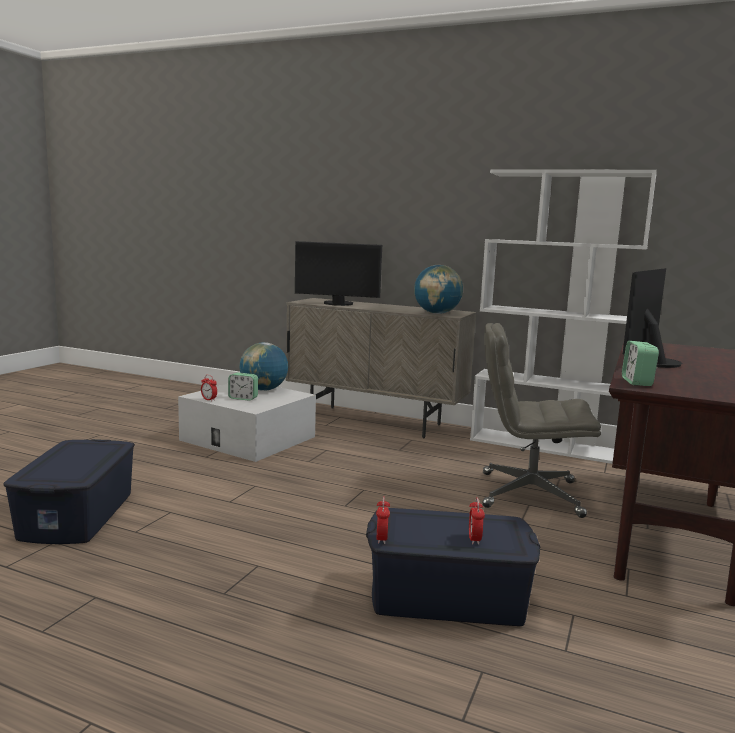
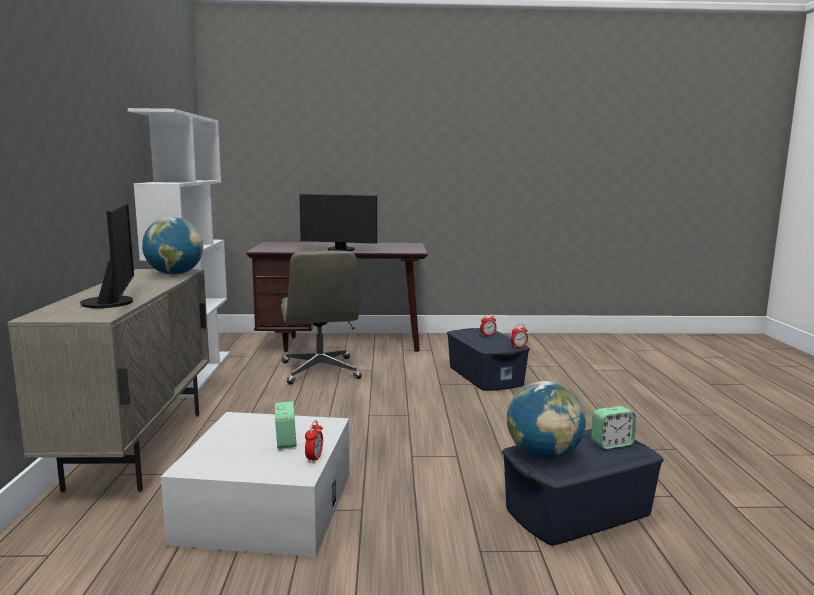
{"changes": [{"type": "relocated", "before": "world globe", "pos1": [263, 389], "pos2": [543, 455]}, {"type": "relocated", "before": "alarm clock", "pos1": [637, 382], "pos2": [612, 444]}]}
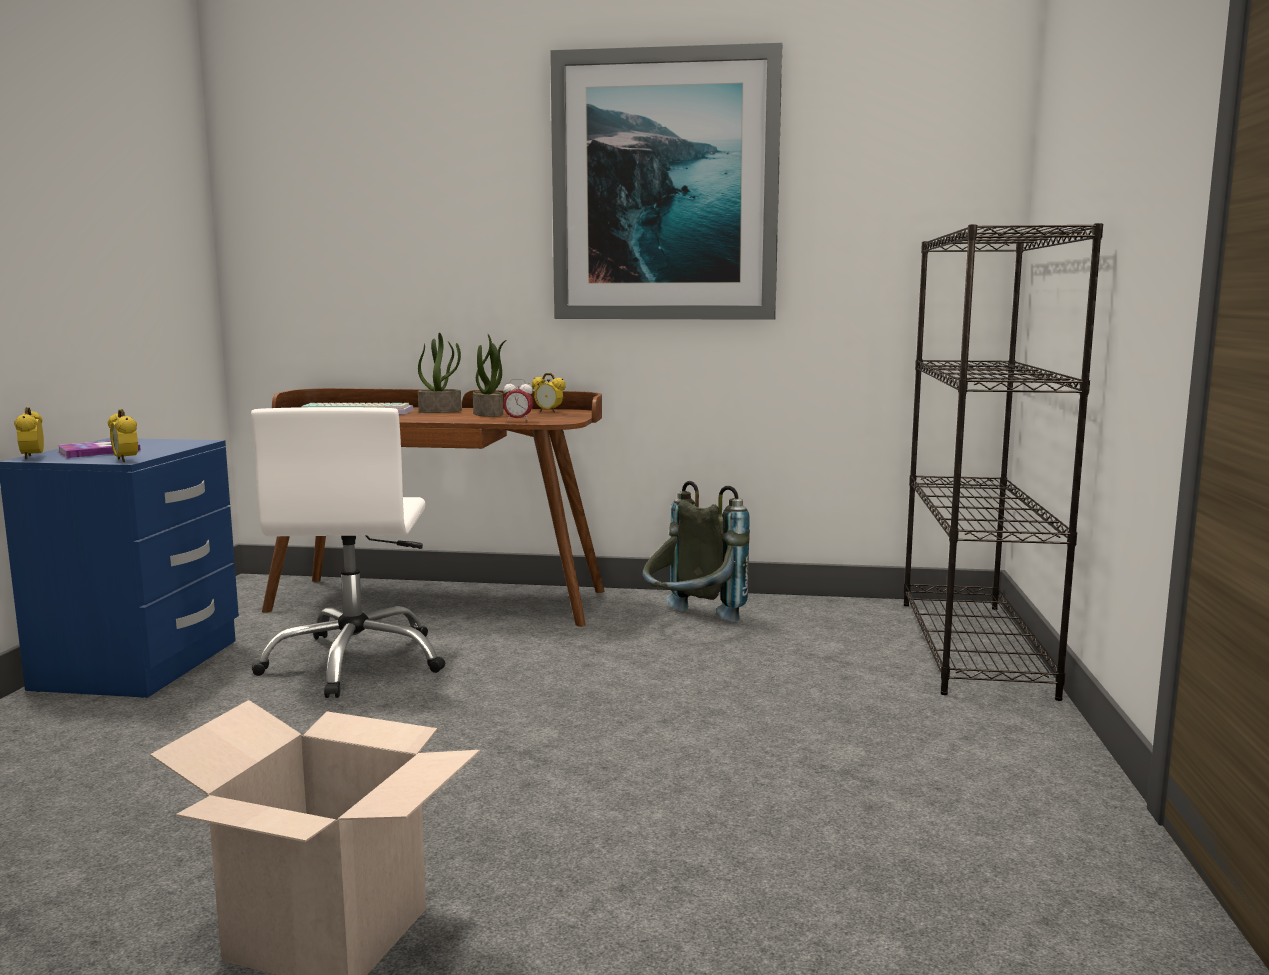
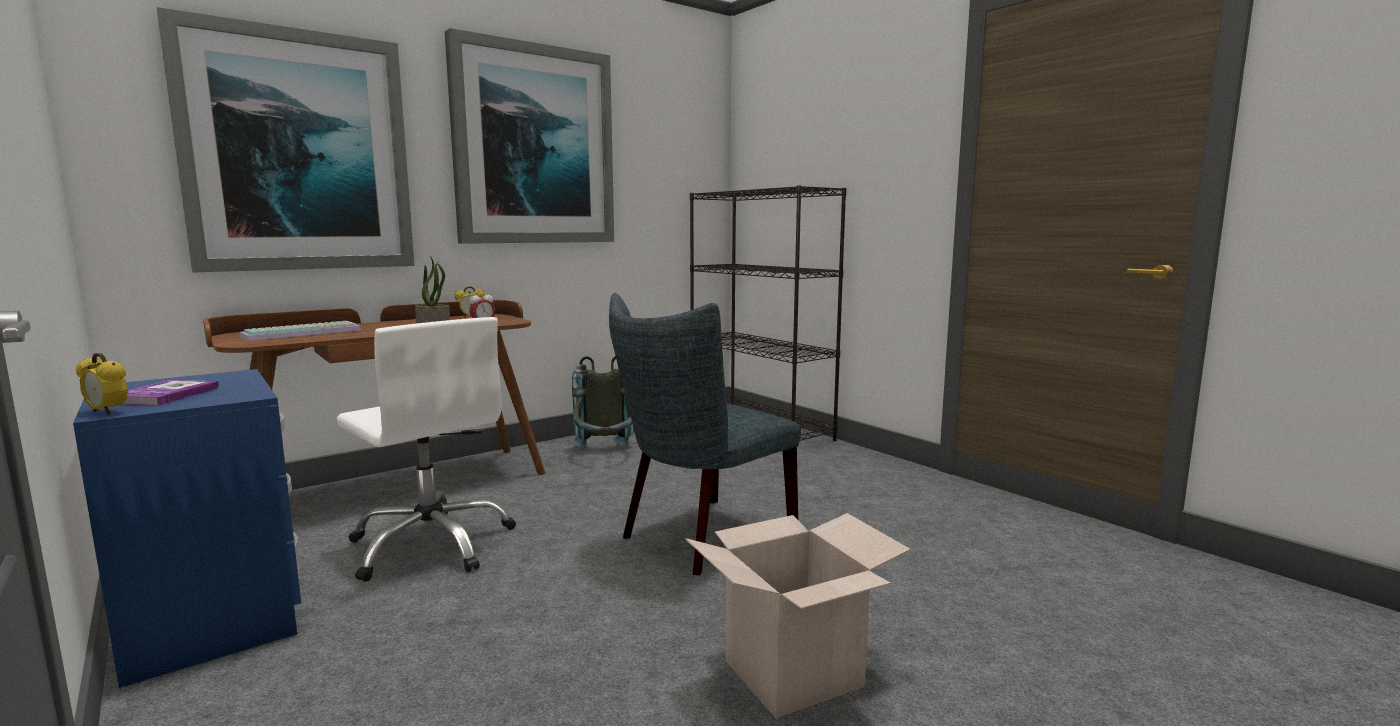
{"changes": [{"type": "missing", "before": "alarm clock", "pos1": [125, 460]}, {"type": "missing", "before": "potted plant", "pos1": [440, 411]}, {"type": "appeared", "after": "picture", "pos2": [298, 153]}, {"type": "appeared", "after": "greyish plain chair", "pos2": [700, 538]}]}
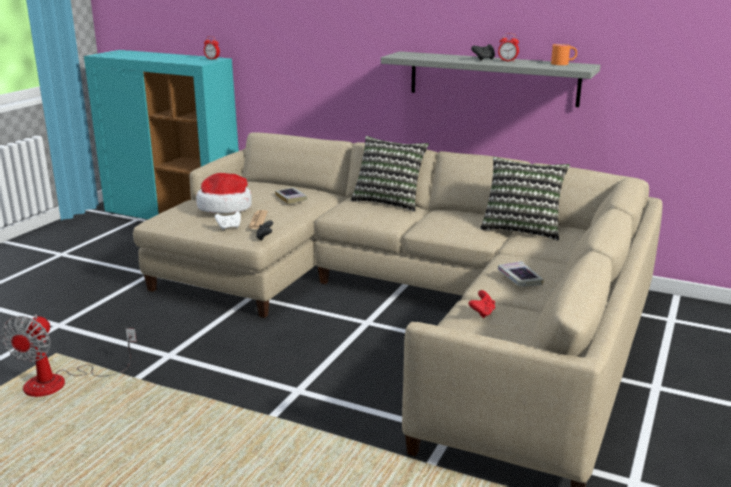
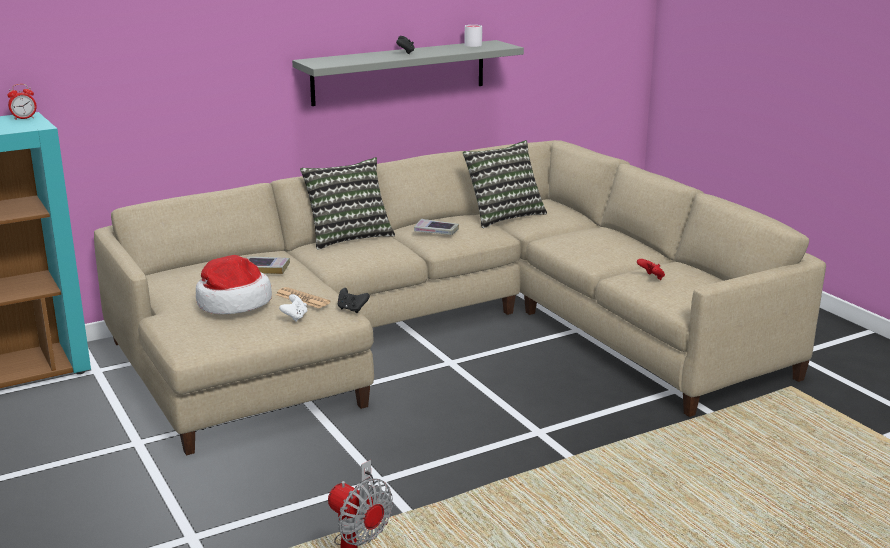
{"changes": [{"type": "missing", "before": "alarm clock", "pos1": [507, 61]}, {"type": "relocated", "before": "volume", "pos1": [519, 278], "pos2": [436, 231]}, {"type": "colour", "before": "orangey coffee mug", "after": "whitish coffee mug", "pos1": [563, 63], "pos2": [475, 44]}]}
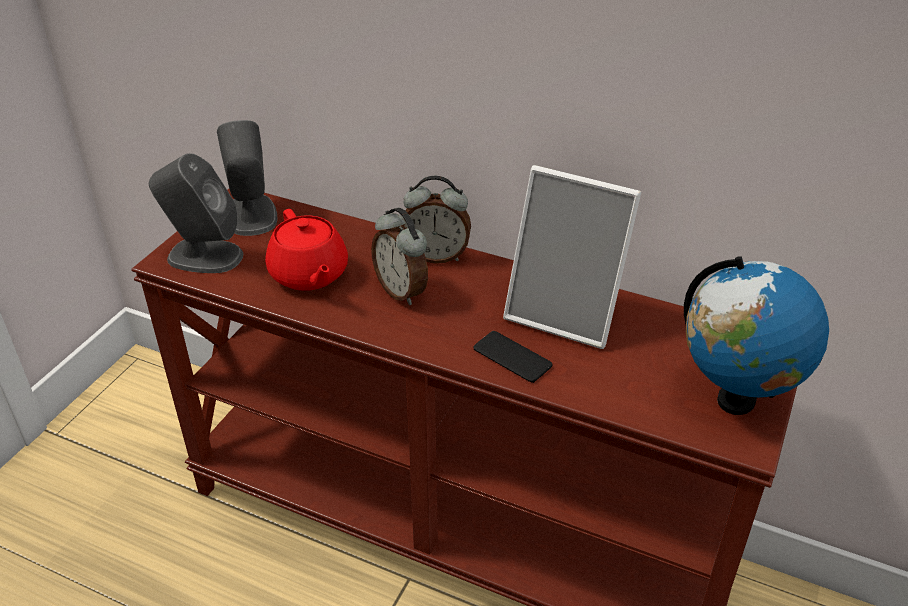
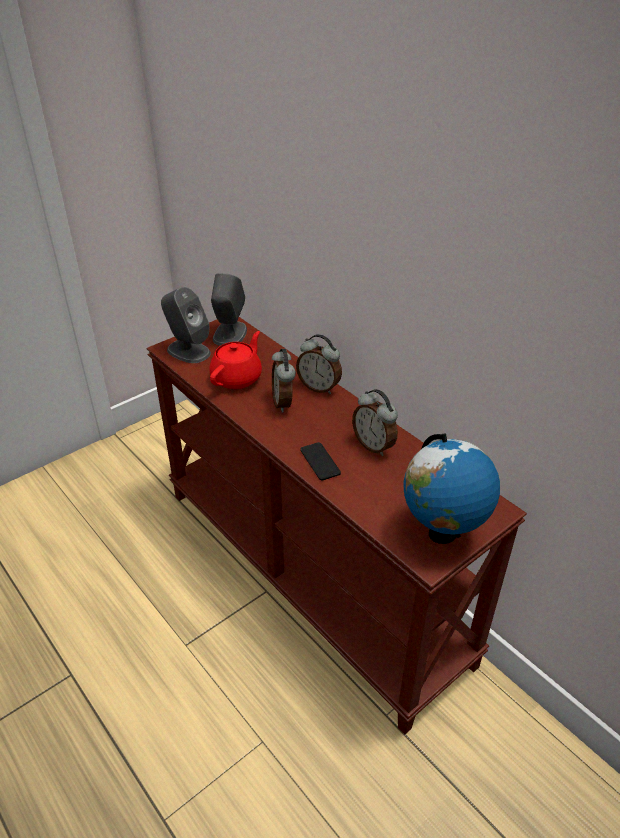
{"changes": [{"type": "exchanged", "before": "picture frame", "after": "alarm clock", "pos1": [566, 313], "pos2": [374, 445]}, {"type": "spun", "before": "reddish tea pot", "pos1": [309, 275], "pos2": [237, 378], "turn": -150}]}
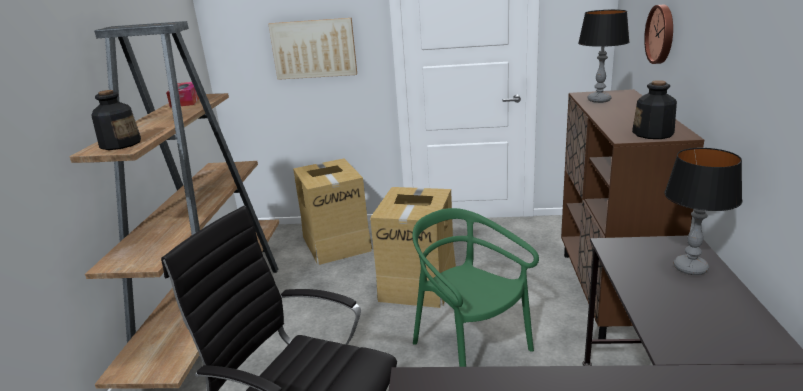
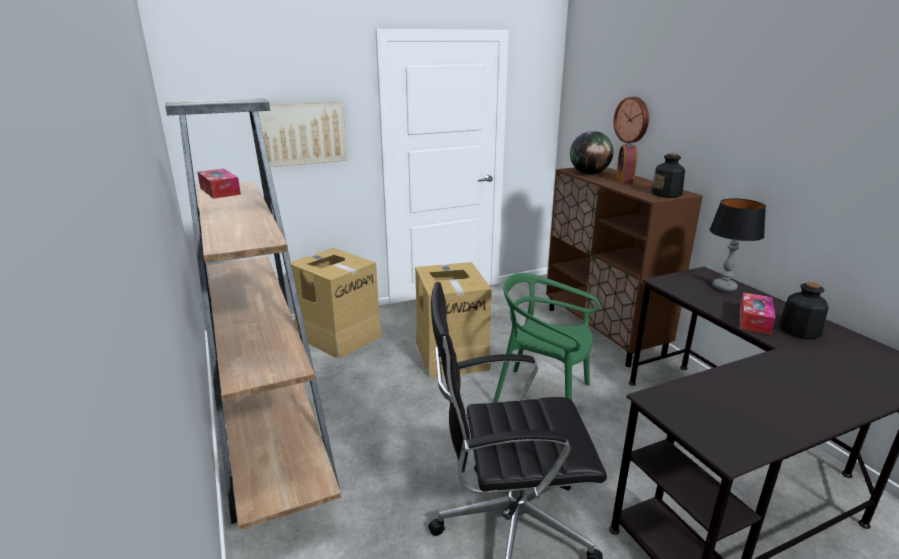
{"changes": [{"type": "appeared", "after": "alarm clock", "pos2": [624, 180]}, {"type": "appeared", "after": "tissue box", "pos2": [754, 320]}, {"type": "relocated", "before": "drink bottle", "pos1": [120, 144], "pos2": [799, 330]}, {"type": "exchanged", "before": "lamp for a table", "after": "world globe", "pos1": [599, 100], "pos2": [589, 173]}]}
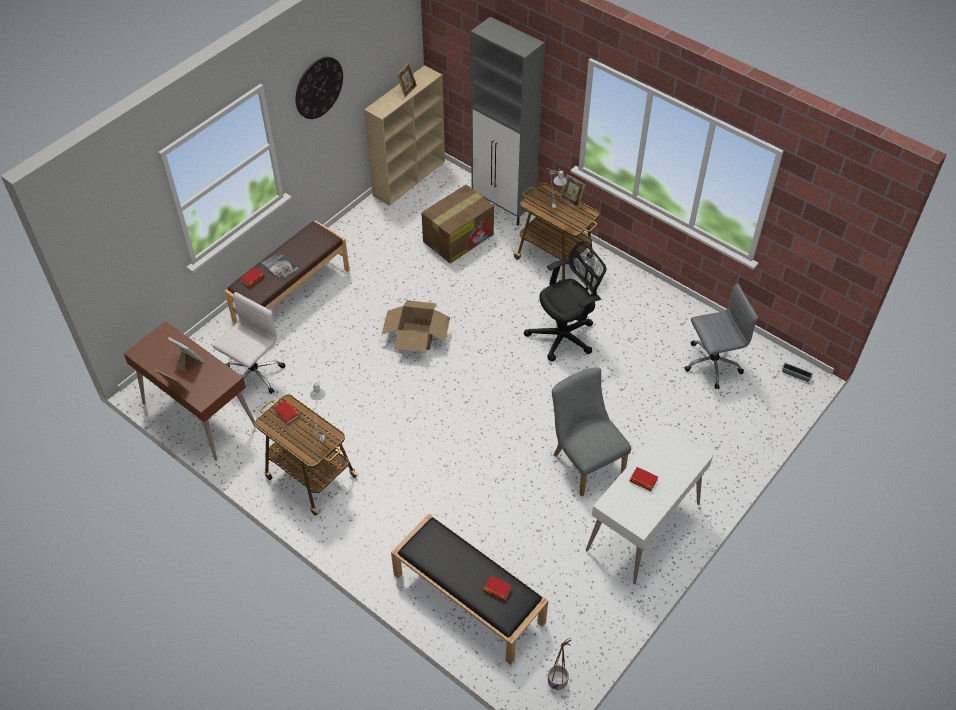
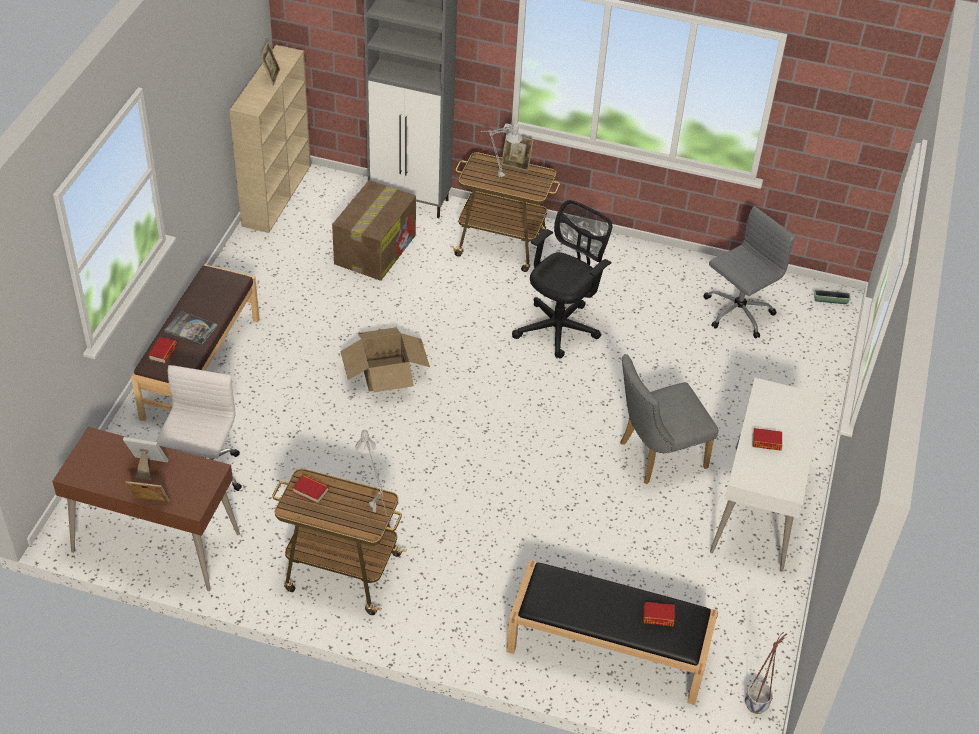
{"changes": [{"type": "missing", "before": "wall clock", "pos1": [318, 87]}, {"type": "spun", "before": "greyish plain chair", "pos1": [584, 461], "pos2": [656, 456], "turn": -60}]}
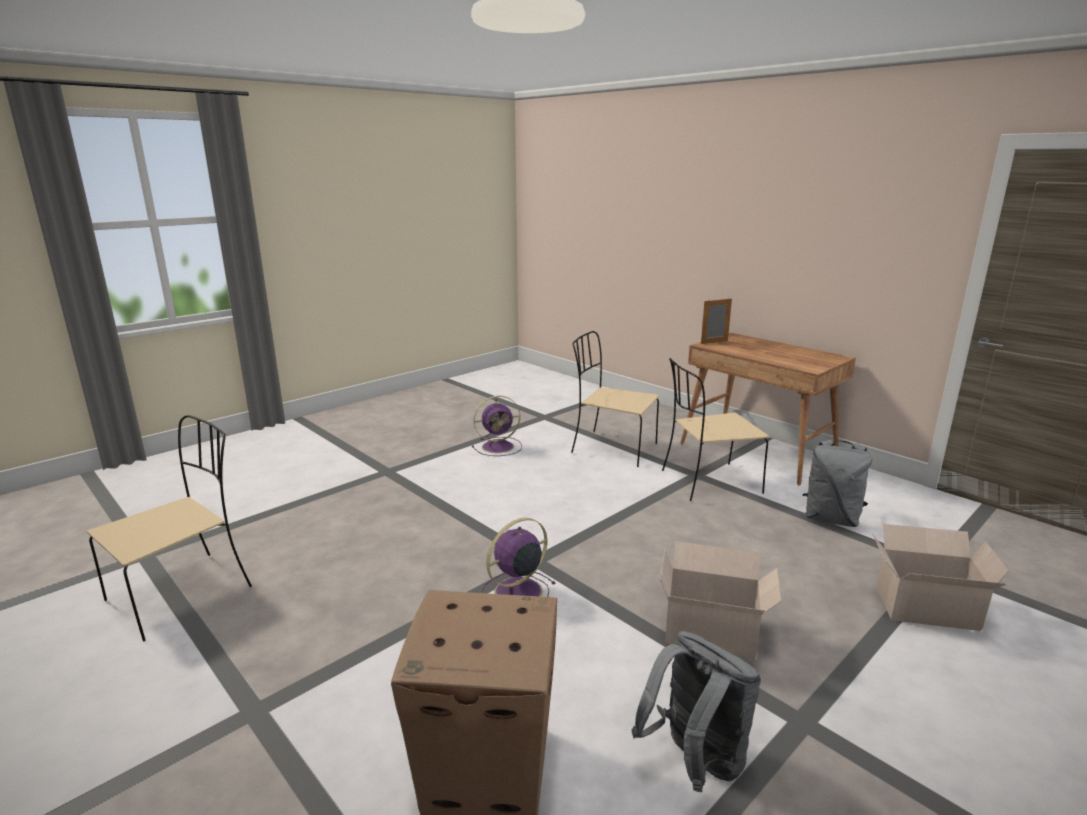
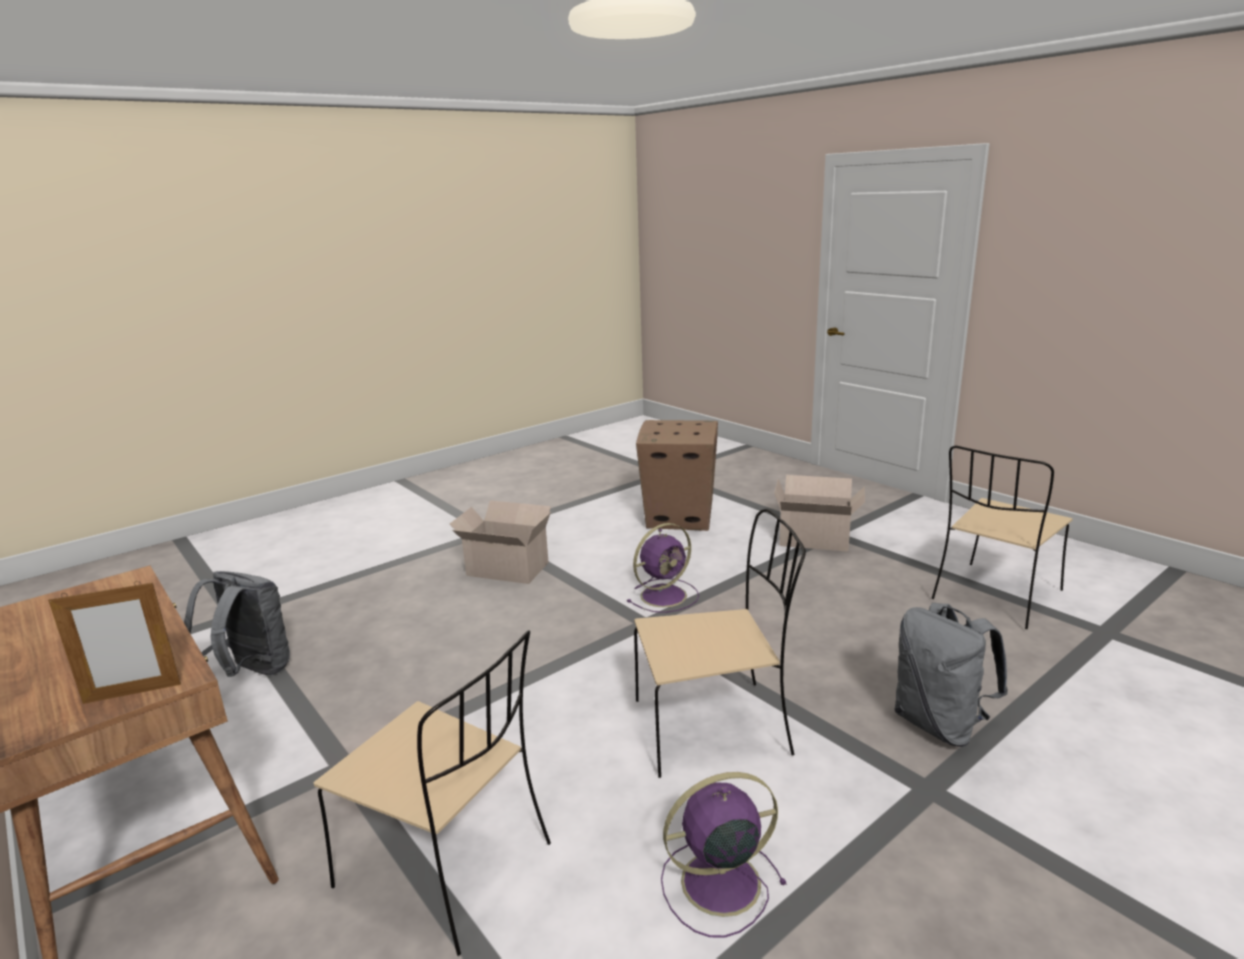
{"changes": [{"type": "relocated", "before": "greyish knapsack", "pos1": [694, 762], "pos2": [940, 725]}, {"type": "relocated", "before": "beige plain chair", "pos1": [708, 482], "pos2": [715, 726]}, {"type": "relocated", "before": "cardboard box", "pos1": [923, 607], "pos2": [816, 539]}]}
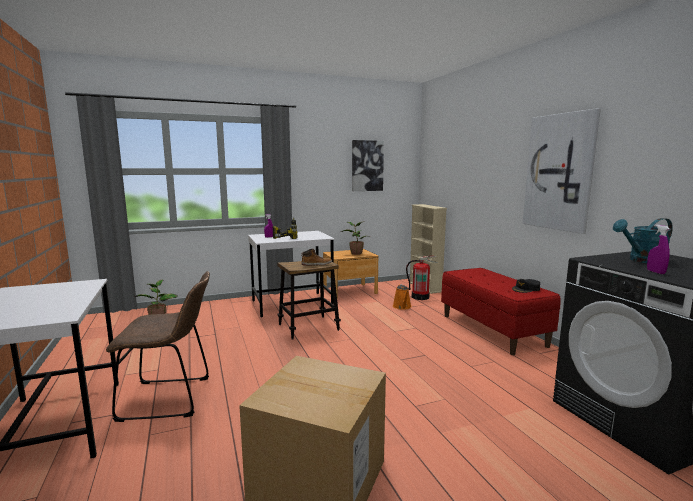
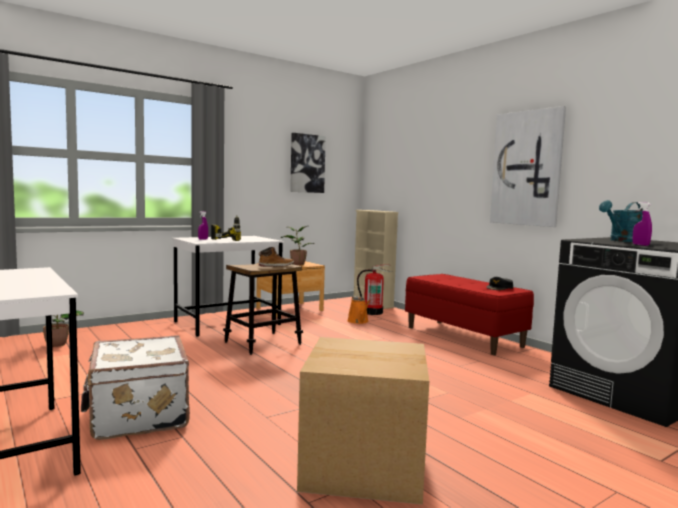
{"changes": [{"type": "exchanged", "before": "brownish plain chair", "after": "whitish travel case", "pos1": [171, 398], "pos2": [137, 415]}]}
